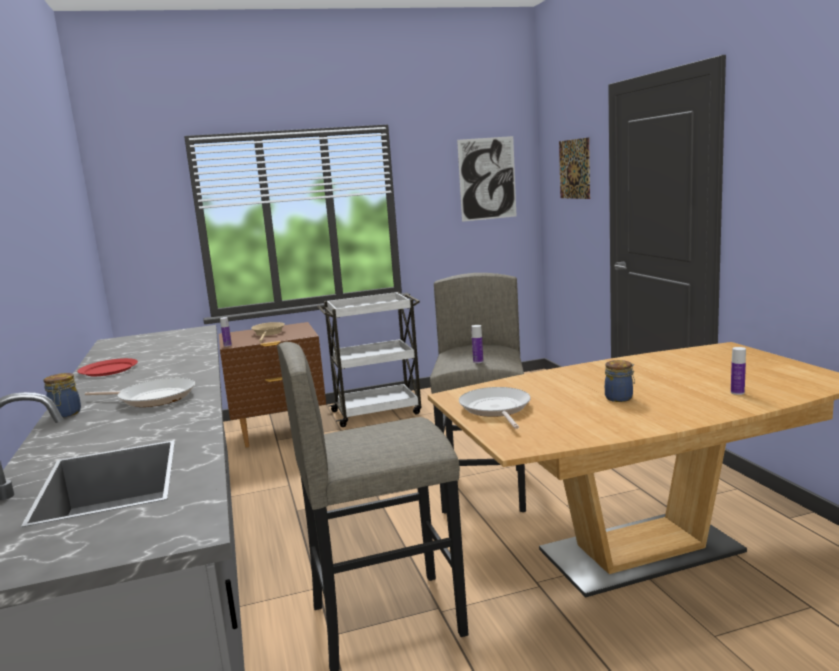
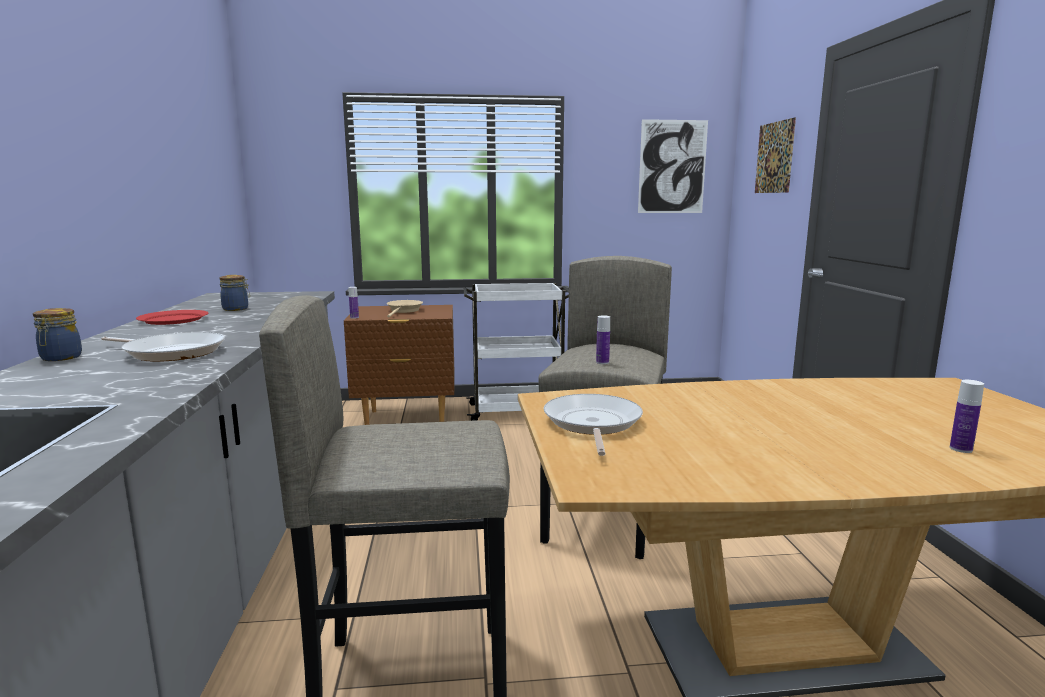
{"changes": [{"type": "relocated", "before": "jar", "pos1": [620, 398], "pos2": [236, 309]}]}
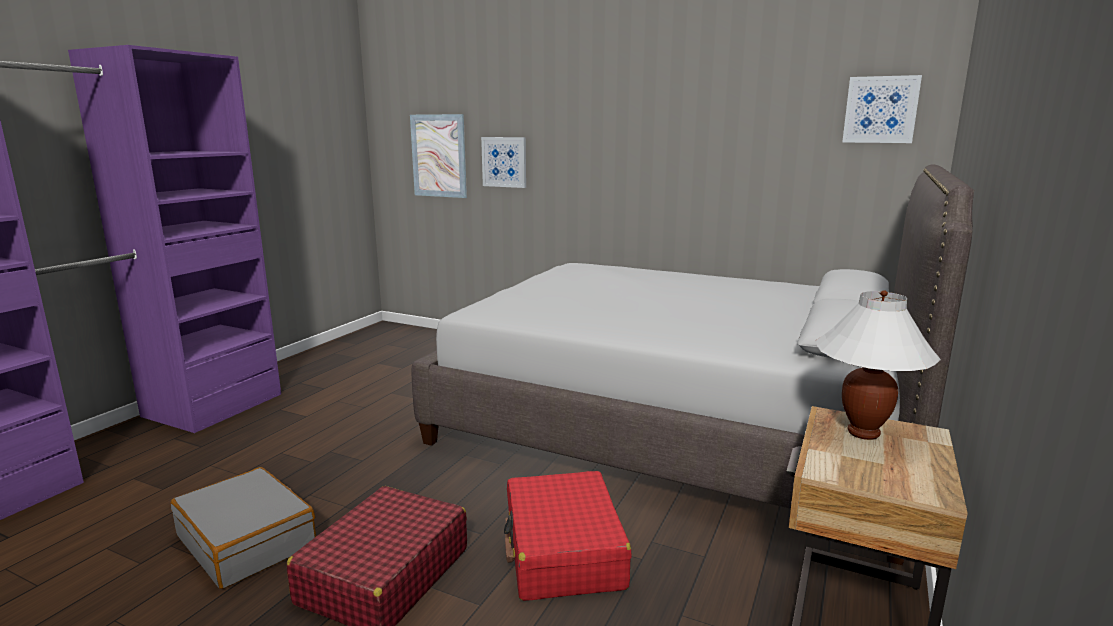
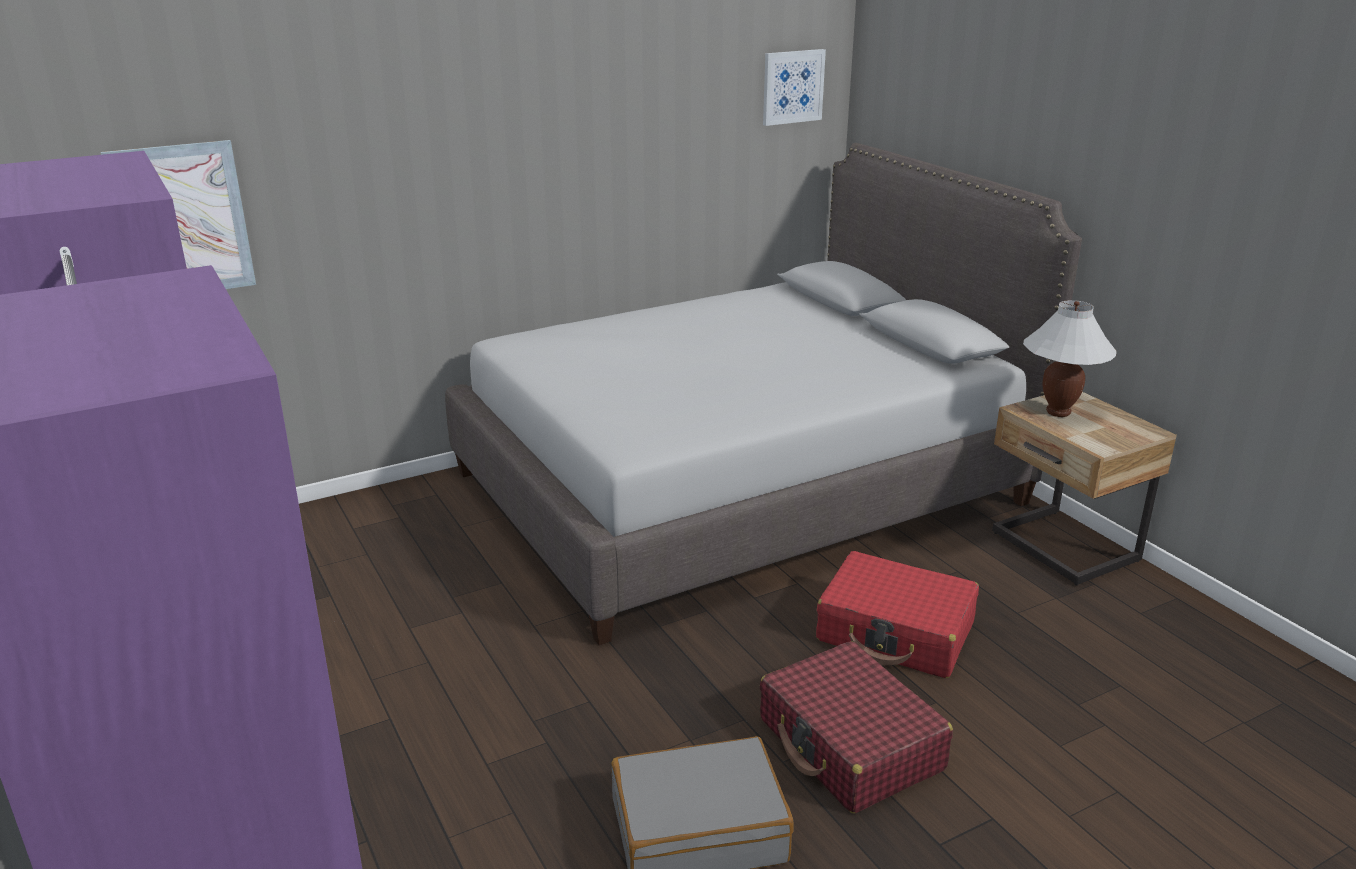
{"changes": [{"type": "missing", "before": "picture", "pos1": [504, 162]}]}
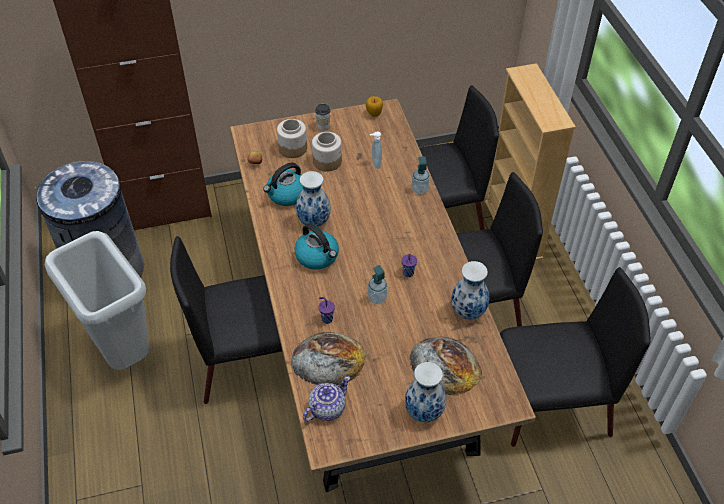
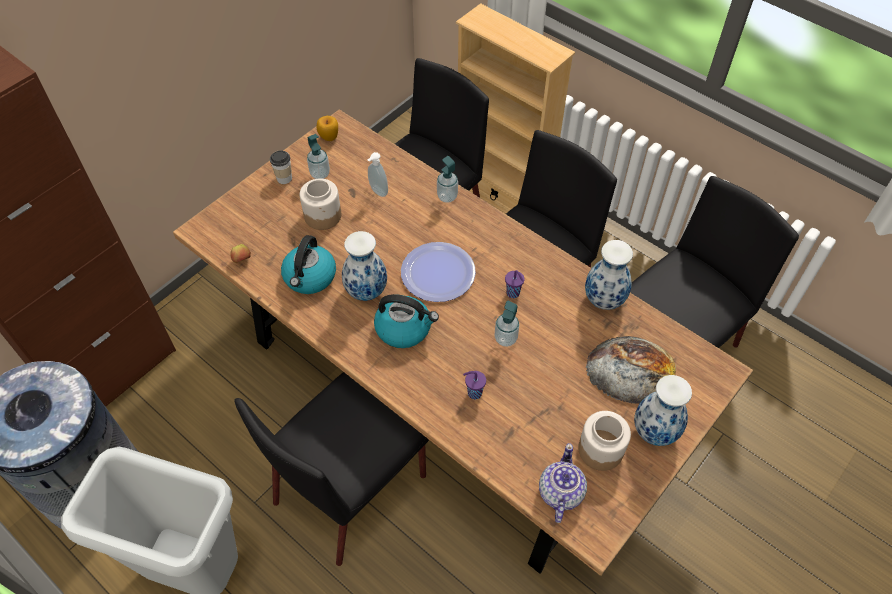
{"changes": [{"type": "missing", "before": "bakery bread", "pos1": [328, 359]}, {"type": "appeared", "after": "liquid soap bottle", "pos2": [320, 174]}, {"type": "appeared", "after": "flat dish", "pos2": [438, 273]}, {"type": "relocated", "before": "jar", "pos1": [293, 148], "pos2": [600, 449]}]}
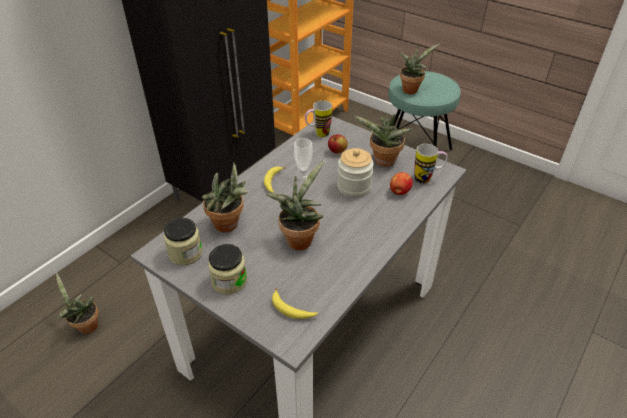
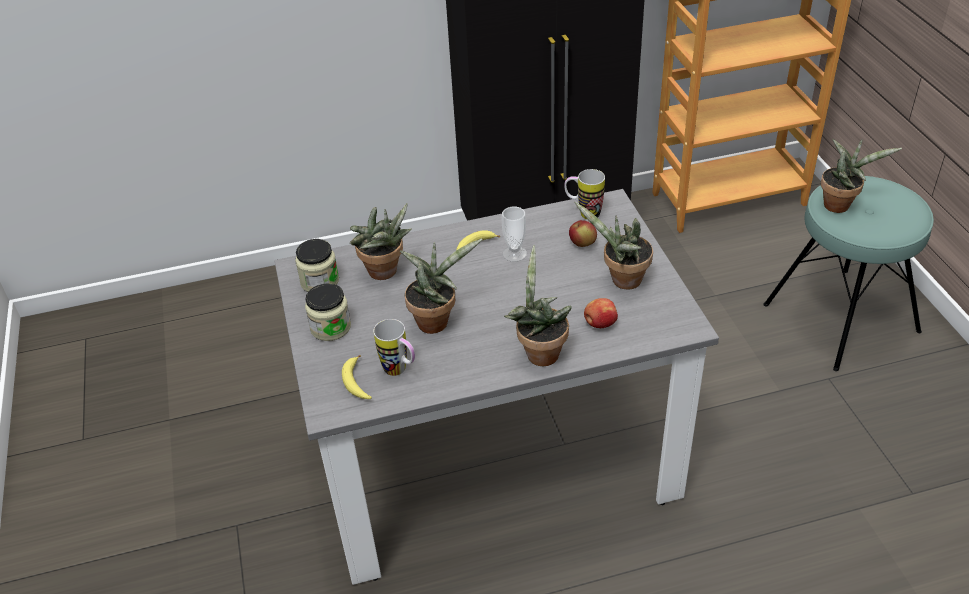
{"changes": [{"type": "missing", "before": "jar", "pos1": [354, 187]}, {"type": "relocated", "before": "potted plant", "pos1": [85, 325], "pos2": [539, 352]}, {"type": "relocated", "before": "coffee mug", "pos1": [427, 179], "pos2": [400, 371]}]}
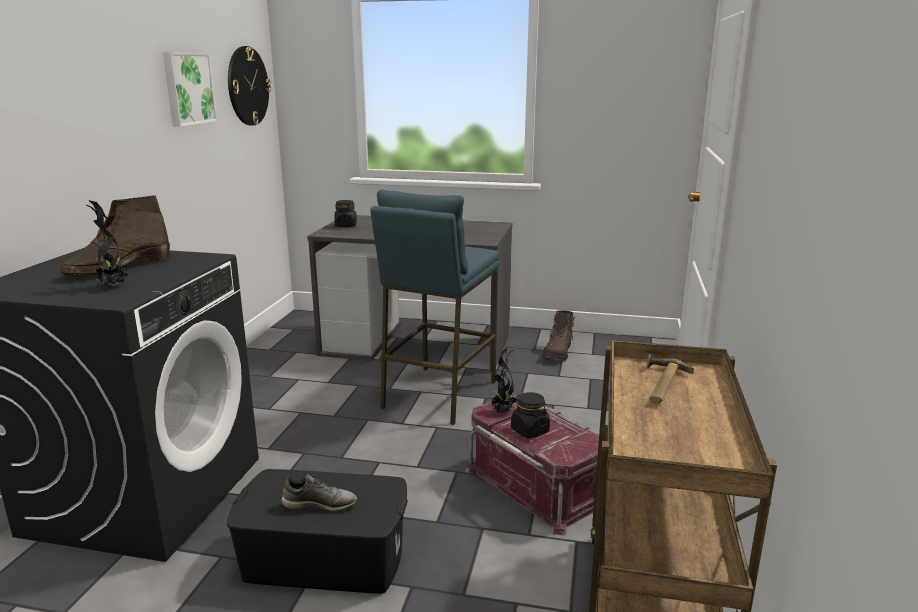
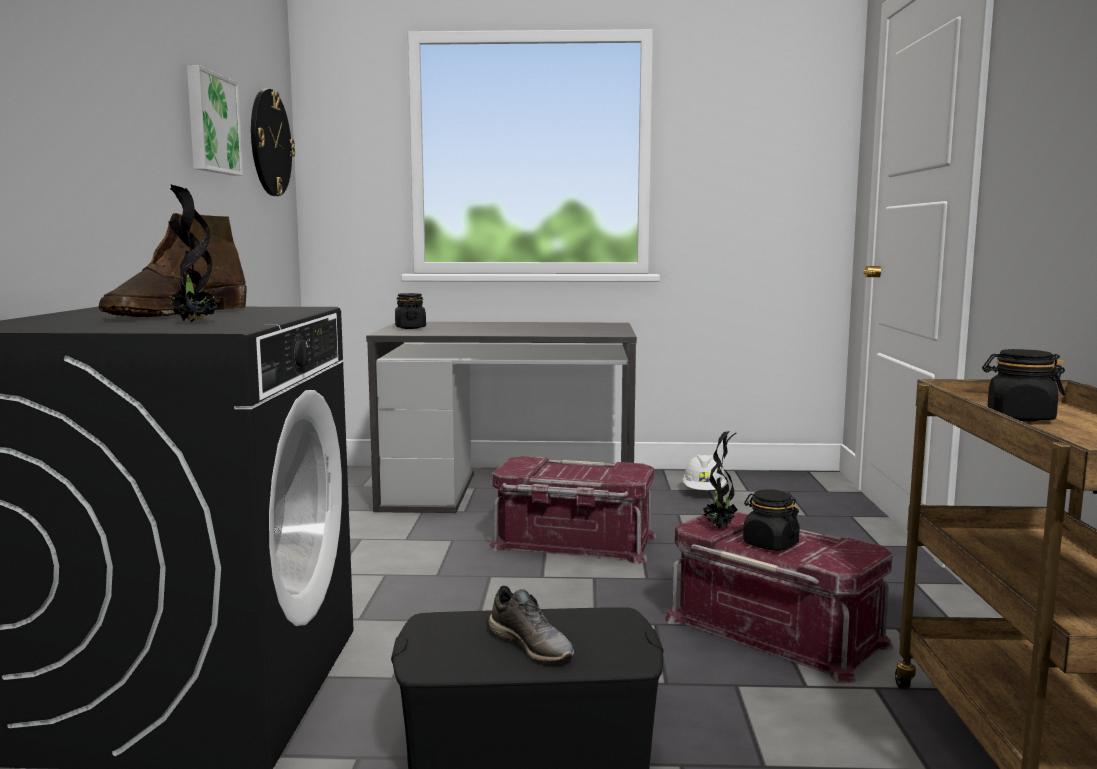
{"changes": [{"type": "exchanged", "before": "blue-coloured stool", "after": "reddish storage bin", "pos1": [438, 394], "pos2": [572, 543]}, {"type": "exchanged", "before": "brownish boot", "after": "whitish safety helmet", "pos1": [558, 353], "pos2": [704, 492]}, {"type": "exchanged", "before": "hand hammer", "after": "blackish jar", "pos1": [660, 385], "pos2": [1019, 417]}, {"type": "spun", "before": "greyish item of footwear", "pos1": [320, 504], "pos2": [532, 645], "turn": 60}]}
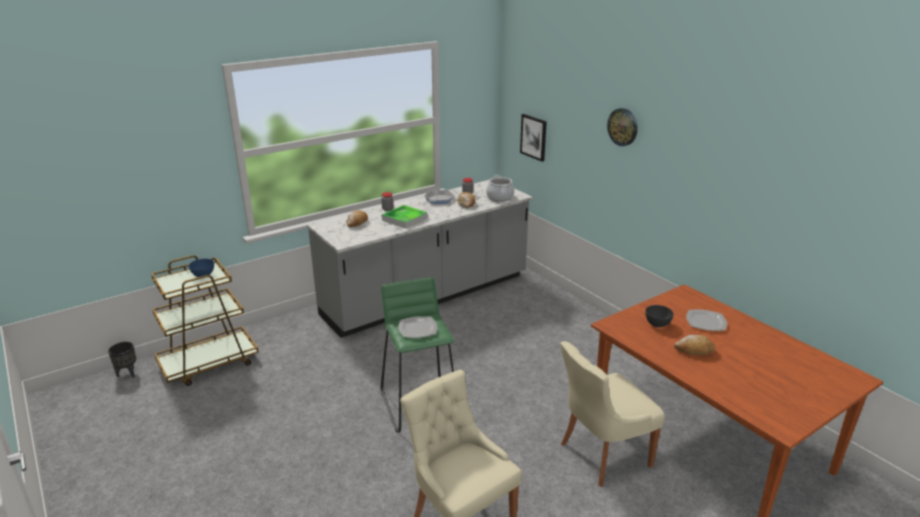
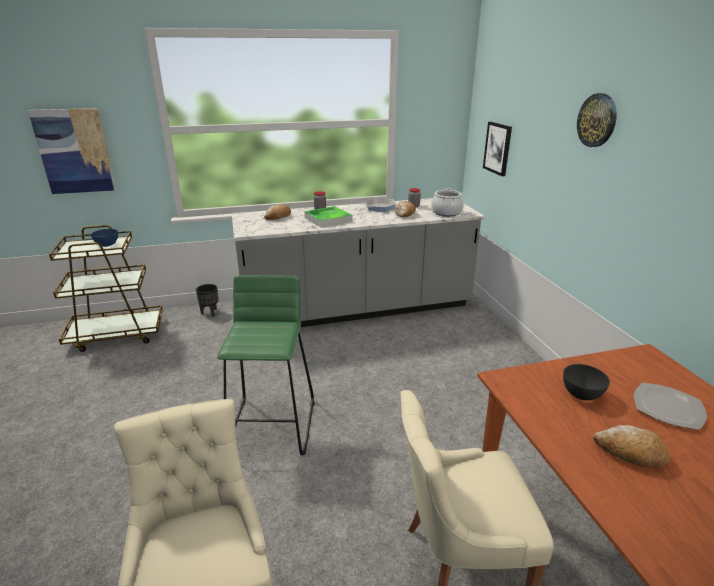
{"changes": [{"type": "missing", "before": "flat dish", "pos1": [417, 329]}, {"type": "appeared", "after": "picture", "pos2": [74, 151]}, {"type": "relocated", "before": "blackish plant pot", "pos1": [128, 373], "pos2": [210, 313]}]}
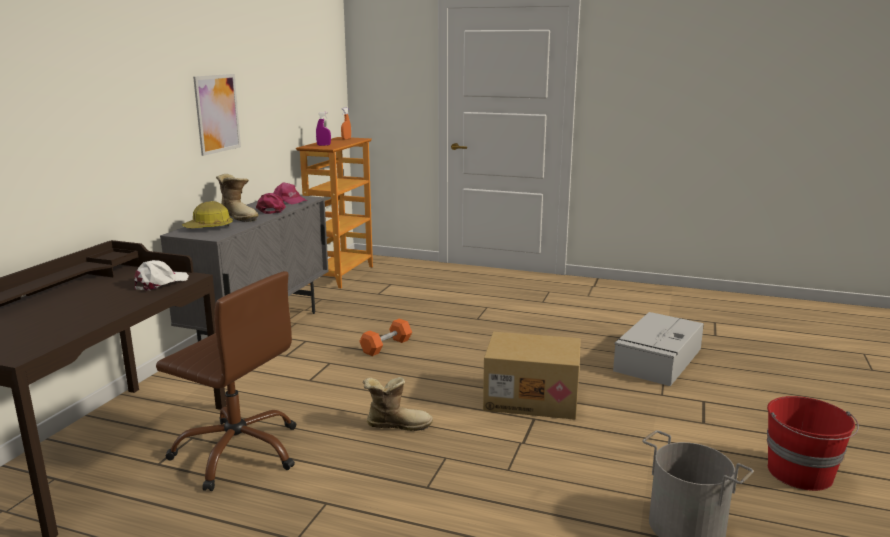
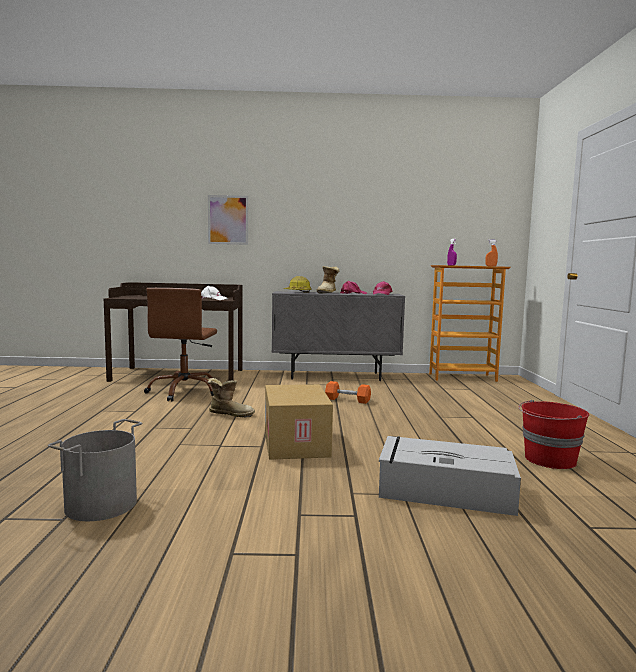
{"changes": [{"type": "relocated", "before": "picture", "pos1": [217, 113], "pos2": [228, 220]}, {"type": "relocated", "before": "reddish water bucket", "pos1": [801, 473], "pos2": [549, 460]}, {"type": "spun", "before": "boot", "pos1": [397, 424], "pos2": [230, 414], "turn": -60}]}
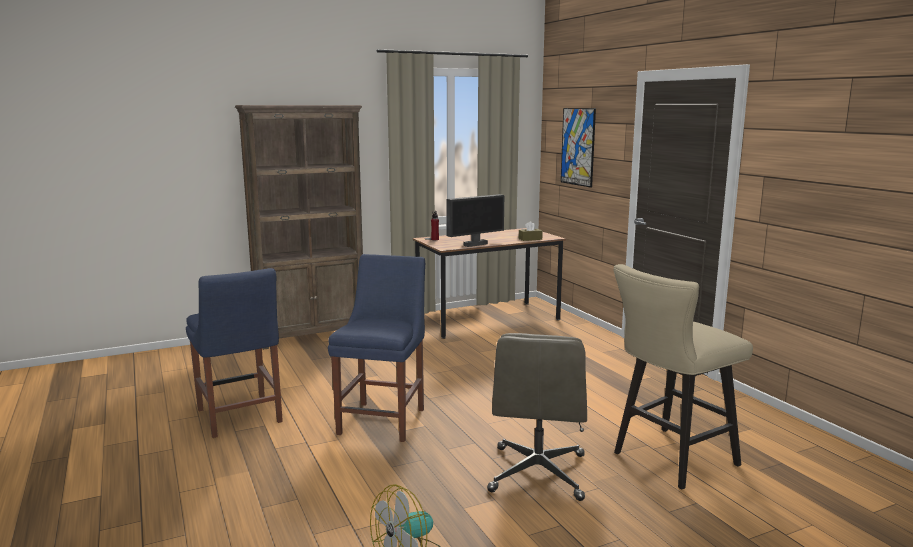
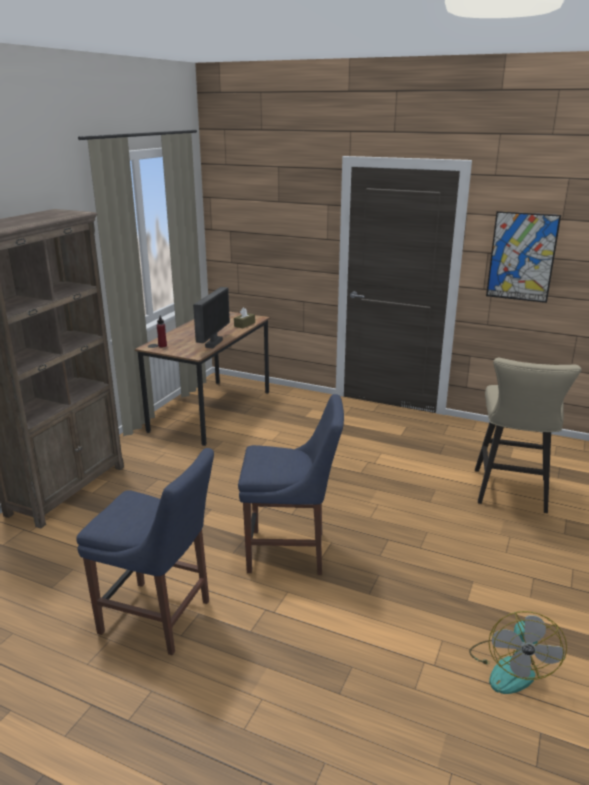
{"changes": [{"type": "missing", "before": "greyish office chair", "pos1": [538, 474]}, {"type": "relocated", "before": "picture", "pos1": [578, 147], "pos2": [522, 257]}, {"type": "spun", "before": "blue-coloured plain chair", "pos1": [384, 419], "pos2": [291, 552], "turn": 120}]}
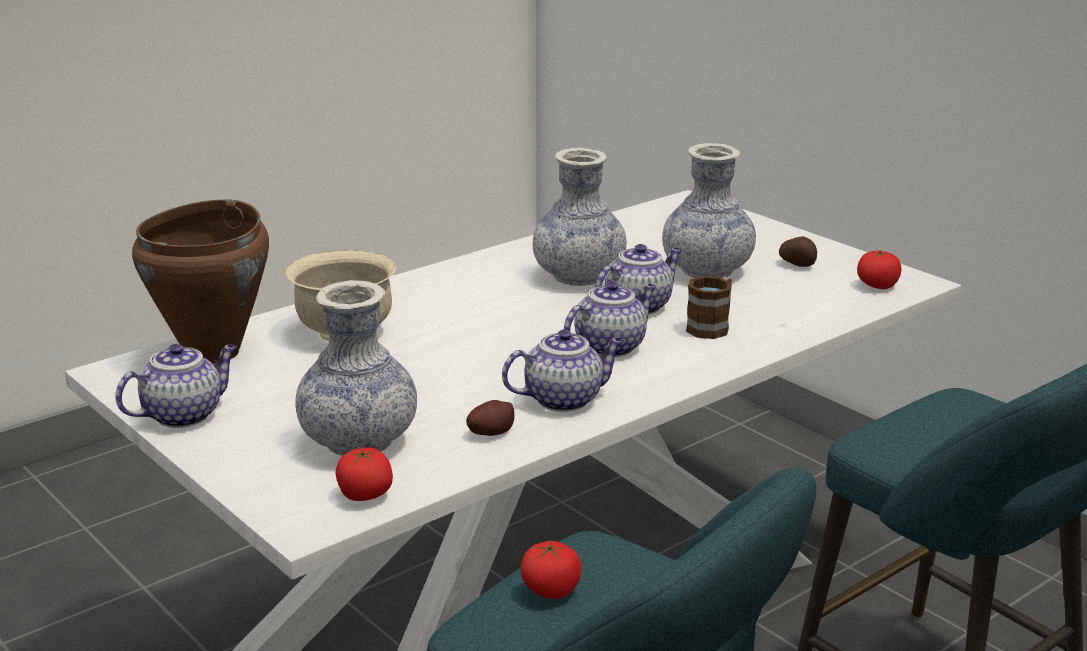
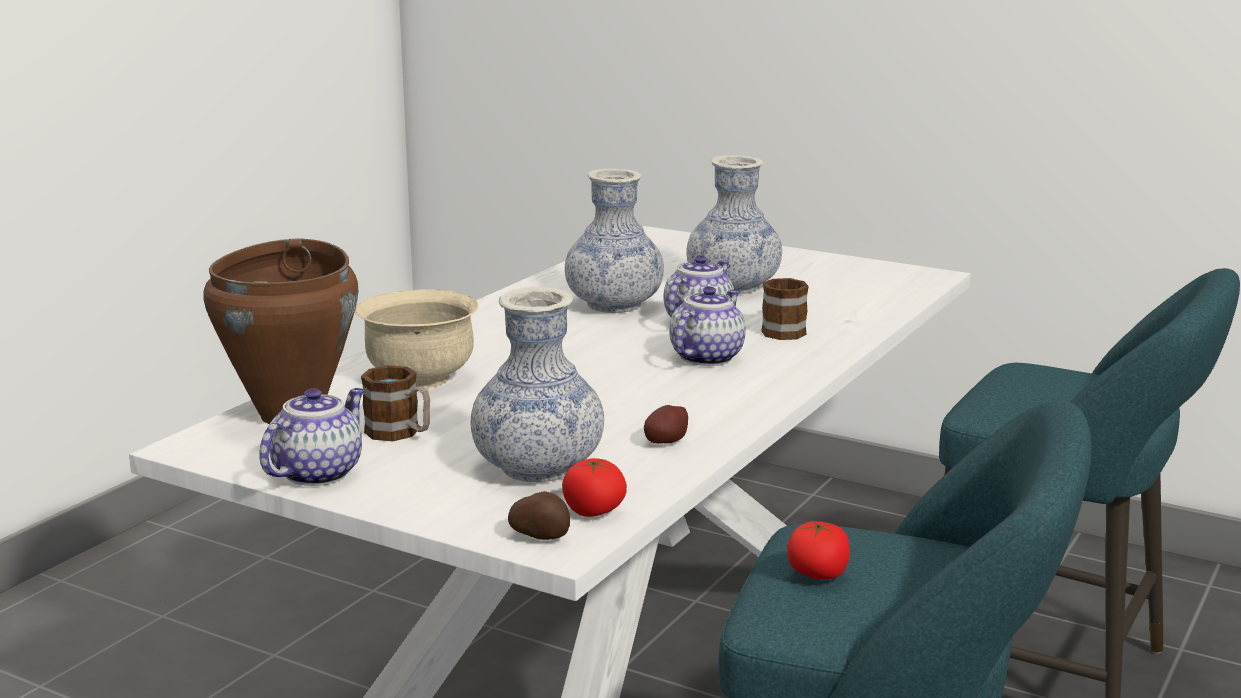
{"changes": [{"type": "missing", "before": "tea pot", "pos1": [564, 399]}, {"type": "missing", "before": "whole tomato", "pos1": [877, 286]}, {"type": "appeared", "after": "coffee mug", "pos2": [400, 433]}, {"type": "relocated", "before": "spud", "pos1": [798, 265], "pos2": [541, 536]}]}
